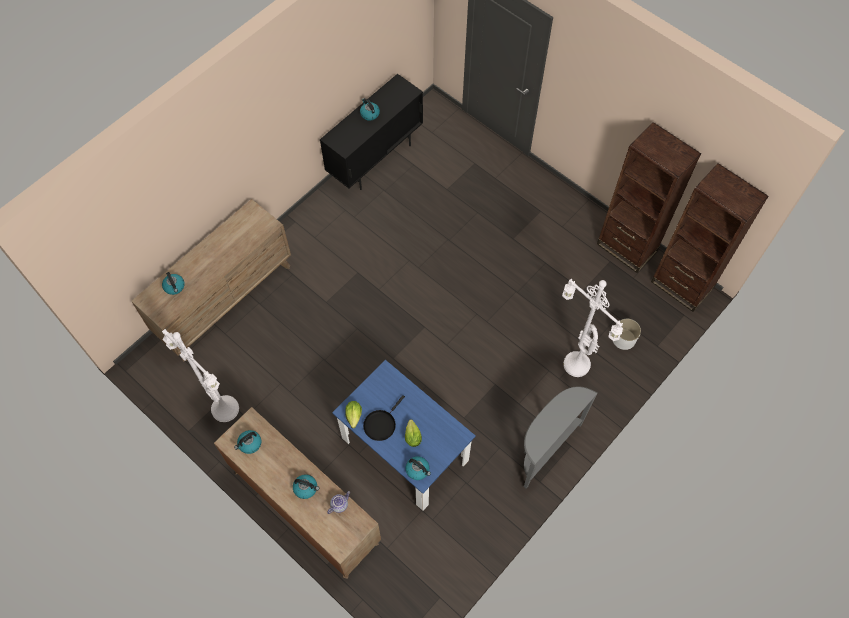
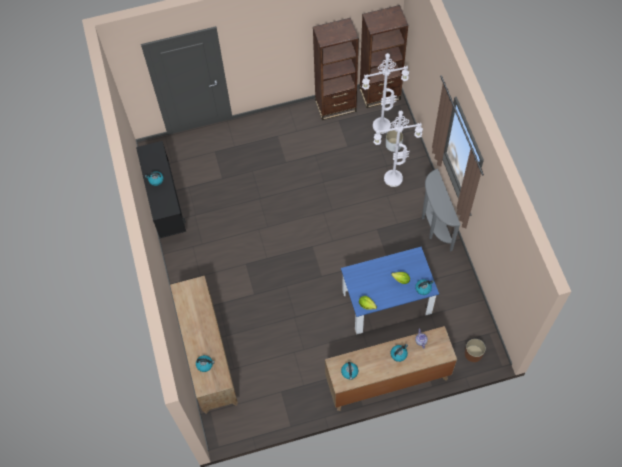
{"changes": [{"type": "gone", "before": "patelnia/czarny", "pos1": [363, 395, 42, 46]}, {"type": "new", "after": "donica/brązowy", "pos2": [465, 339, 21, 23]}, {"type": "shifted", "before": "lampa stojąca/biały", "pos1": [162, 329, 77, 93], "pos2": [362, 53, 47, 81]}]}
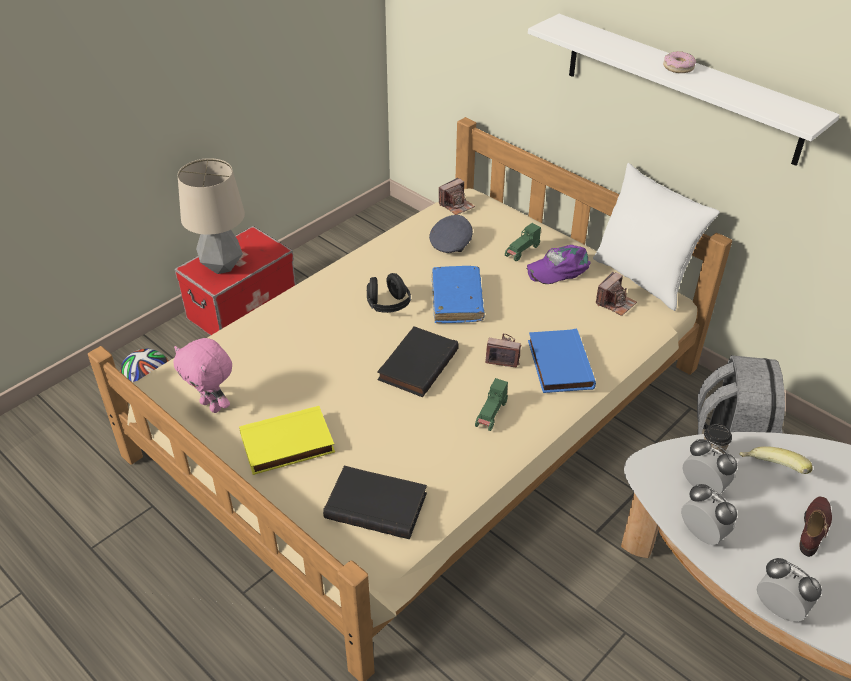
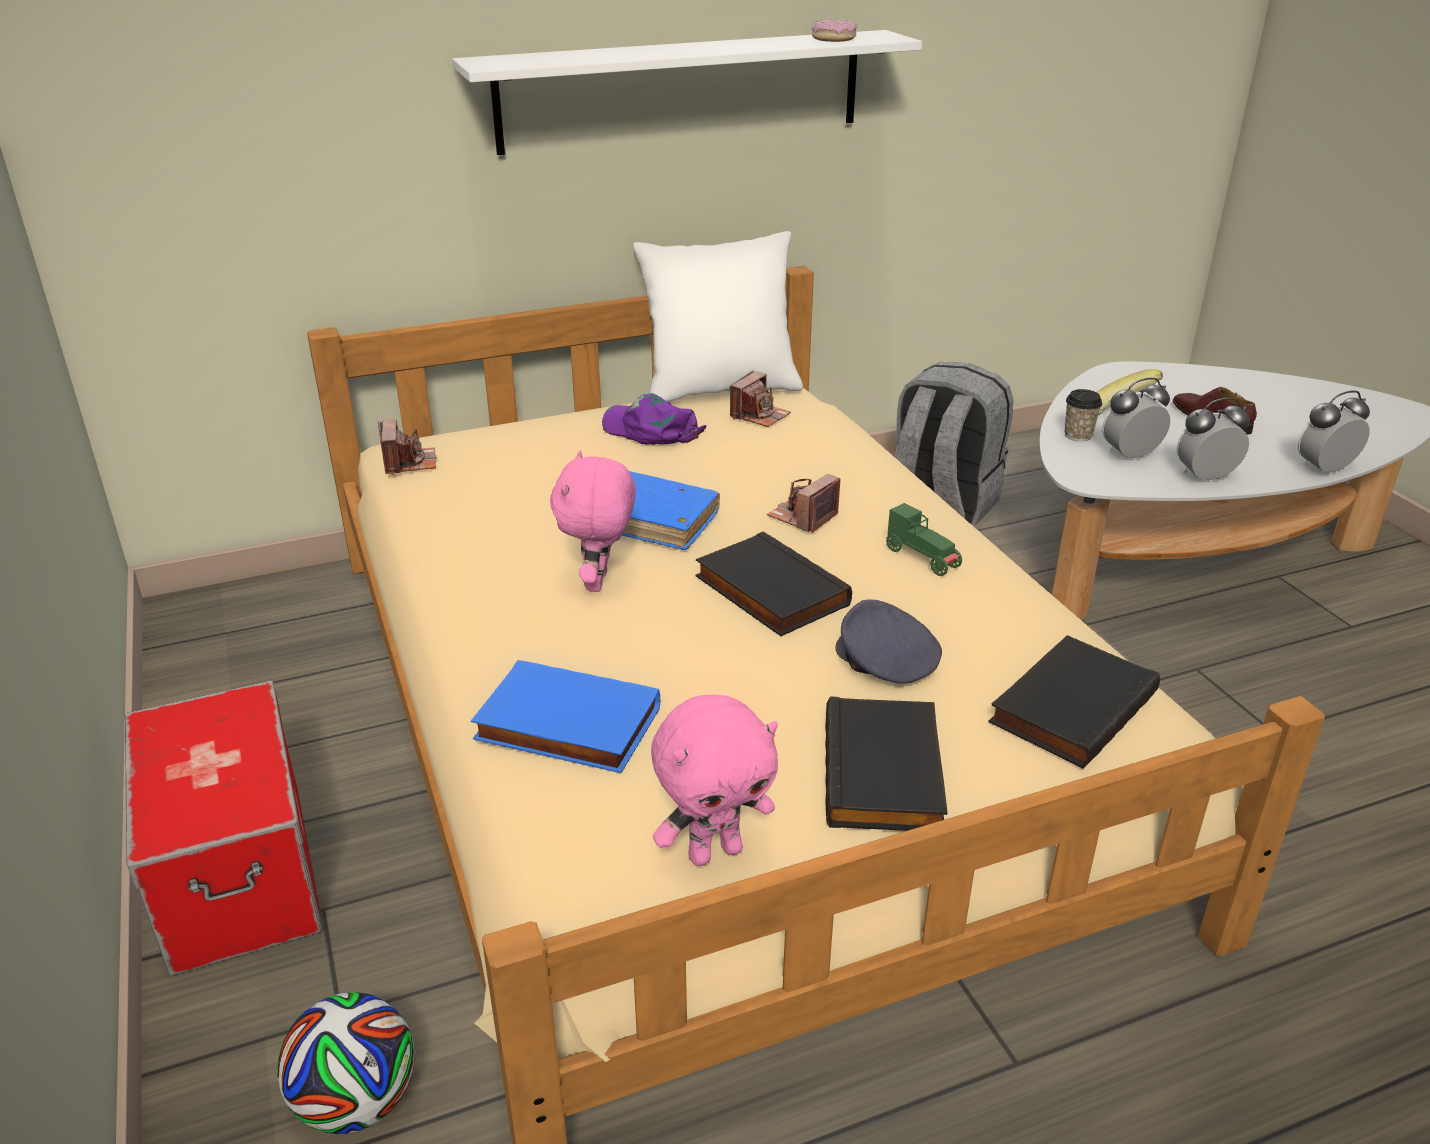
{"changes": [{"type": "gone", "before": "lampa stołowa", "pos1": [178, 158, 67, 116]}, {"type": "gone", "before": "samochodzik/zielony", "pos1": [505, 223, 36, 38]}, {"type": "shifted", "before": "czapka z daszkiem/szary", "pos1": [429, 215, 44, 38], "pos2": [835, 599, 107, 85]}, {"type": "shifted", "before": "książka/niebieski", "pos1": [528, 329, 68, 64], "pos2": [471, 660, 189, 113]}, {"type": "shifted", "before": "donut", "pos1": [663, 51, 33, 22], "pos2": [812, 19, 45, 23]}, {"type": "swapped", "before": "słuchawki/czarny", "after": "pluszak/różowy", "pos1": [367, 273, 44, 40], "pos2": [550, 450, 86, 142]}, {"type": "repainted", "before": "książka/żółty", "after": "książka/czarny", "pos1": [239, 406, 96, 69], "pos2": [825, 696, 123, 135]}, {"type": "rotated", "before": "czapka z daszkiem/fioletowy", "pos1": [527, 245, 64, 39], "pos2": [602, 393, 105, 52], "turn": 120}, {"type": "rotated", "before": "aparat fotograficzny", "pos1": [596, 272, 41, 44], "pos2": [730, 371, 61, 56], "turn": 60}]}
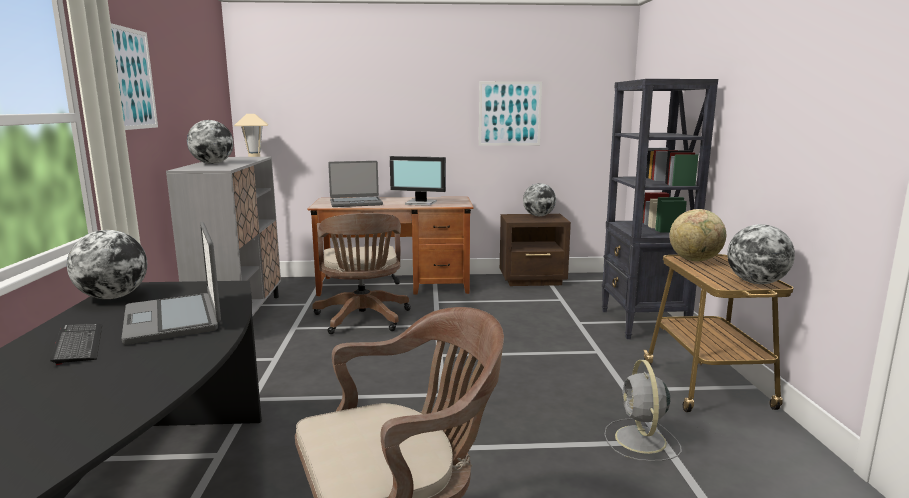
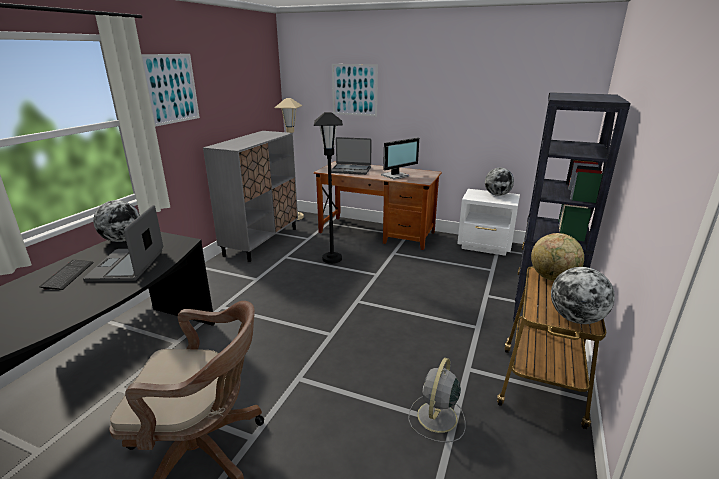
{"changes": [{"type": "gone", "before": "globus", "pos1": [187, 120, 47, 44]}, {"type": "shifted", "before": "obraz", "pos1": [479, 81, 63, 65], "pos2": [332, 64, 46, 52]}, {"type": "swapped", "before": "krzesło biurowe/brązowy", "after": "lampa stojąca/czarny", "pos1": [312, 213, 99, 121], "pos2": [314, 112, 29, 152]}, {"type": "repainted", "before": "szafka nocna/brązowy", "after": "szafka nocna/biały", "pos1": [500, 214, 71, 72], "pos2": [457, 189, 63, 67]}, {"type": "rotated", "before": "monitor", "pos1": [390, 156, 56, 50], "pos2": [381, 138, 38, 41], "turn": -75}]}
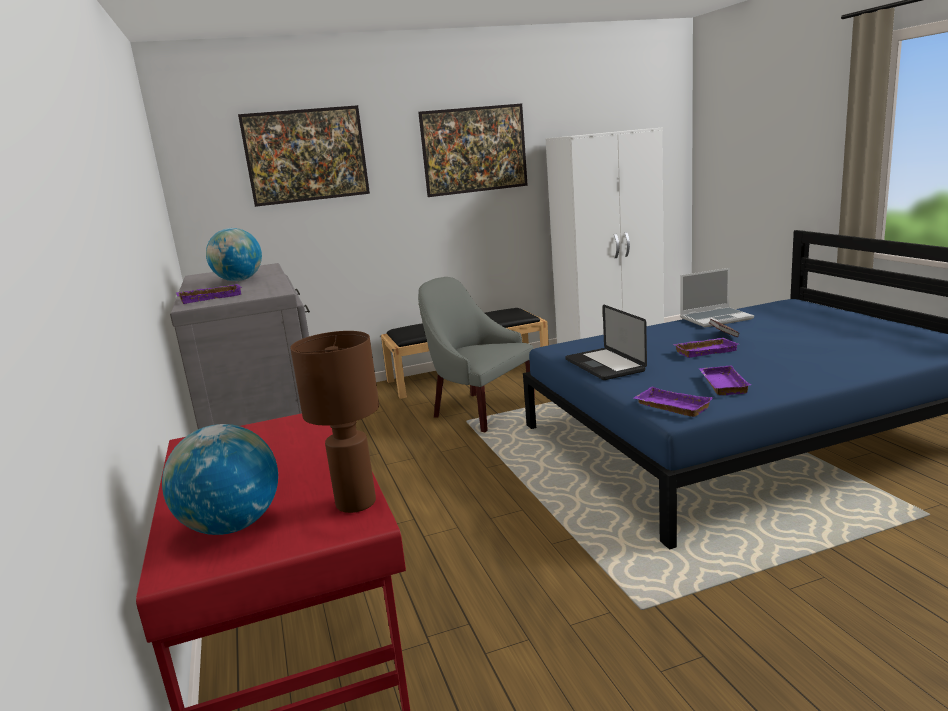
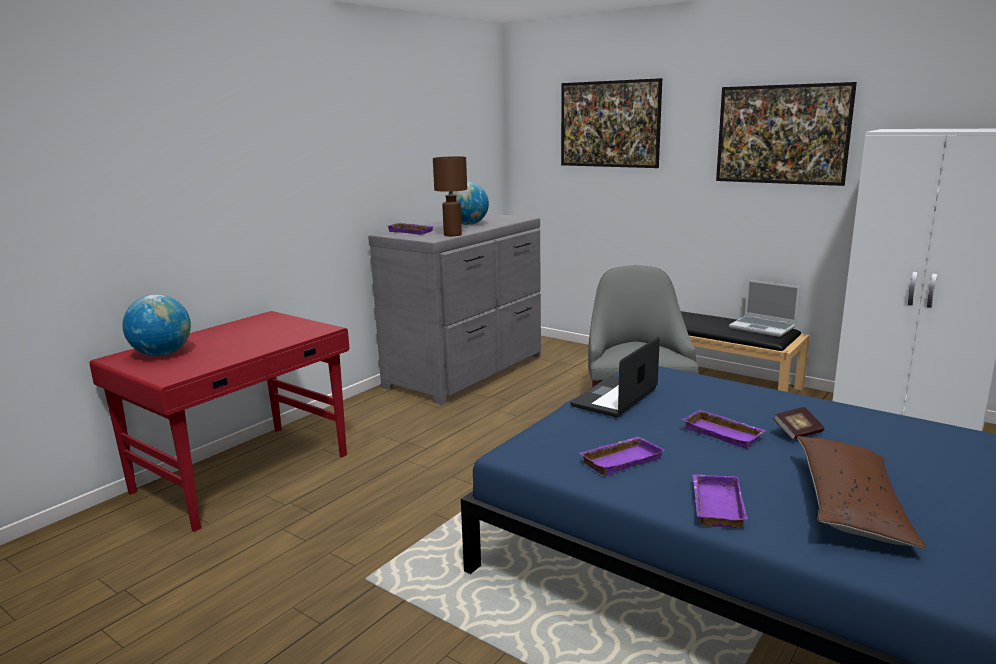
{"changes": [{"type": "new", "after": "poduszka/brązowy", "pos2": [797, 436, 130, 113]}, {"type": "shifted", "before": "lampa stołowa/brązowy", "pos1": [290, 331, 89, 182], "pos2": [433, 156, 34, 80]}, {"type": "shifted", "before": "taca/fioletowy", "pos1": [634, 387, 79, 30], "pos2": [693, 474, 55, 54]}, {"type": "shifted", "before": "laptop", "pos1": [680, 268, 74, 59], "pos2": [729, 280, 71, 57]}]}
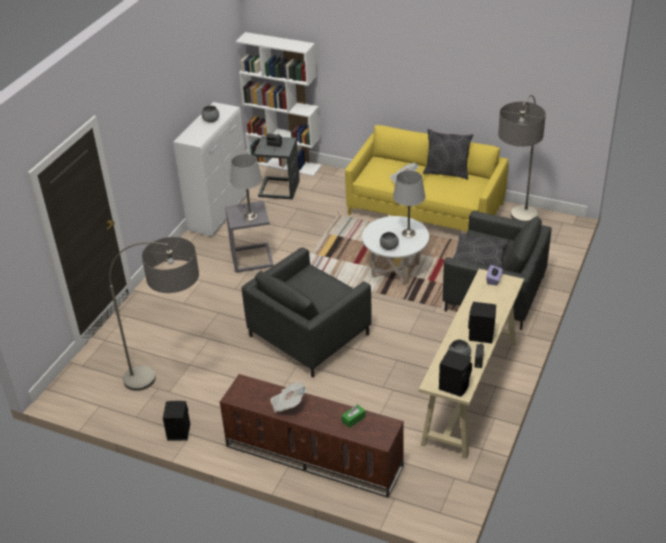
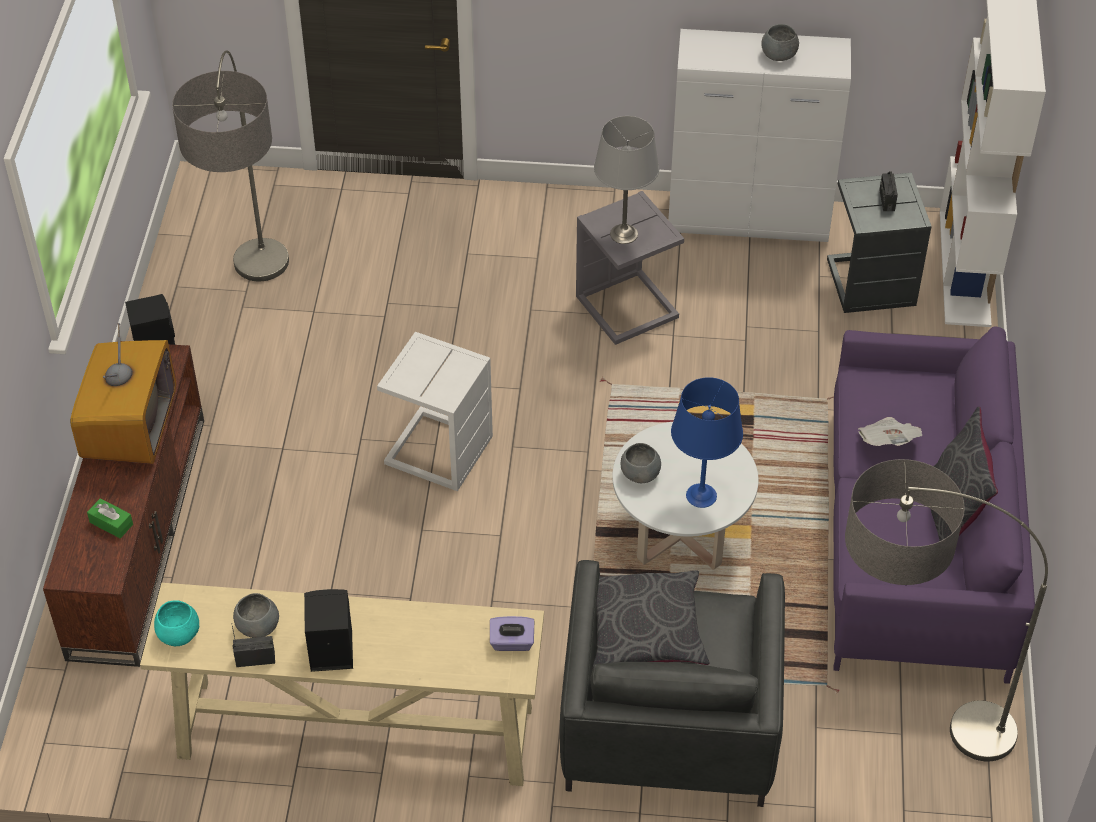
{"changes": [{"type": "swapped", "before": "fotel/szary", "after": "stolik/biały", "pos1": [241, 247, 130, 131], "pos2": [377, 332, 116, 159]}, {"type": "swapped", "before": "gazeta", "after": "telewizor", "pos1": [270, 382, 36, 31], "pos2": [70, 323, 106, 141]}, {"type": "swapped", "before": "głośnik/czarny", "after": "miska/turkusowy", "pos1": [439, 350, 33, 47], "pos2": [154, 600, 45, 46]}, {"type": "repainted", "before": "kanapa/żółty", "after": "kanapa/fioletowy", "pos1": [345, 125, 163, 107], "pos2": [834, 327, 201, 357]}, {"type": "repainted", "before": "lampa stołowa/szary", "after": "lampa stołowa/niebieski", "pos1": [393, 170, 32, 67], "pos2": [671, 377, 72, 131]}]}
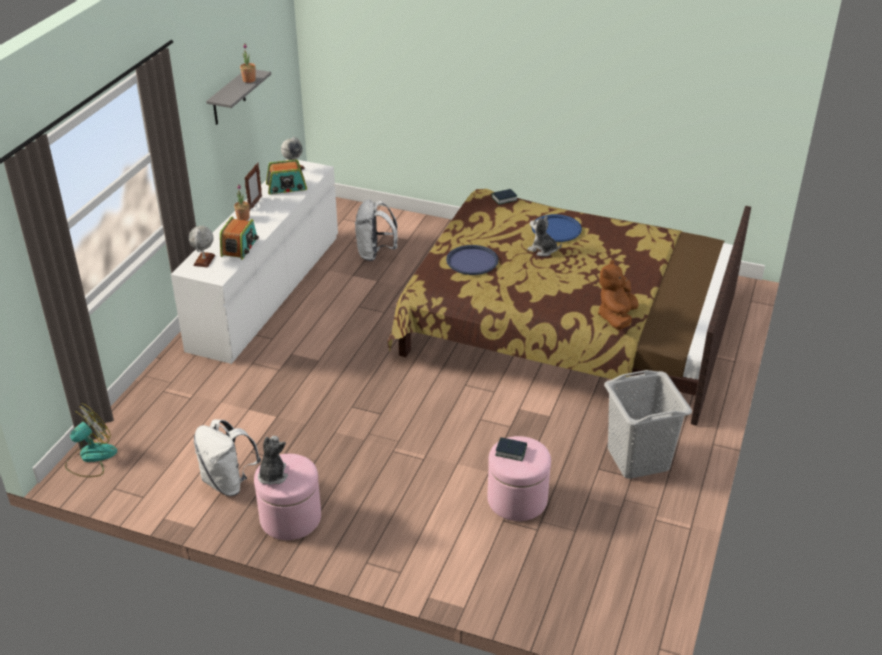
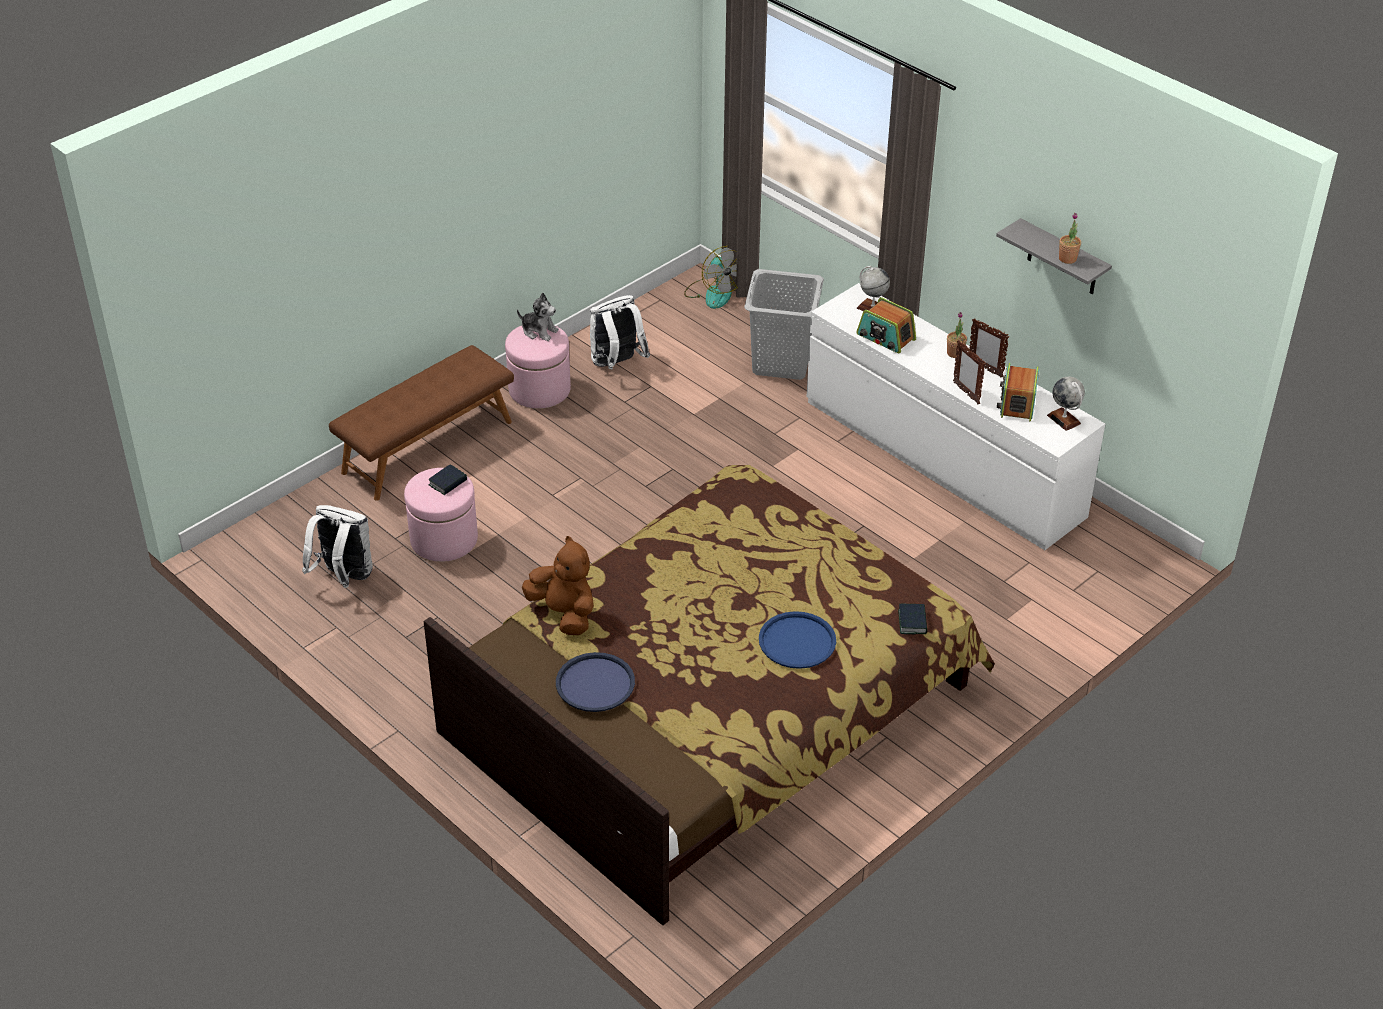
{"changes": [{"type": "gone", "before": "pluszak", "pos1": [527, 215, 35, 42]}, {"type": "new", "after": "ławka/brązowy", "pos2": [329, 345, 185, 156]}, {"type": "new", "after": "ramka na zdjęcie", "pos2": [953, 340, 32, 64]}, {"type": "shifted", "before": "plecak/biały", "pos1": [355, 200, 43, 61], "pos2": [302, 505, 71, 83]}, {"type": "shifted", "before": "taca/niebieski", "pos1": [446, 245, 53, 30], "pos2": [556, 652, 79, 60]}, {"type": "shifted", "before": "kosz na pranie/szary", "pos1": [604, 370, 88, 109], "pos2": [744, 269, 80, 111]}]}
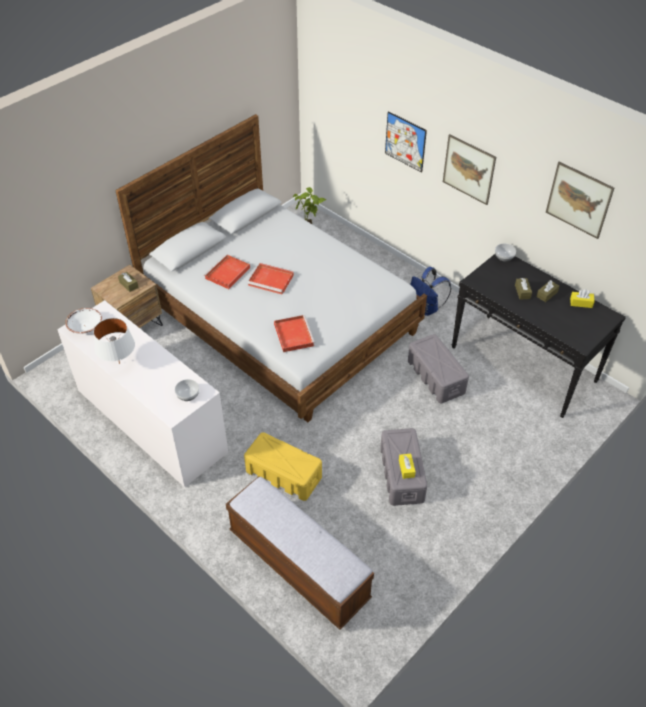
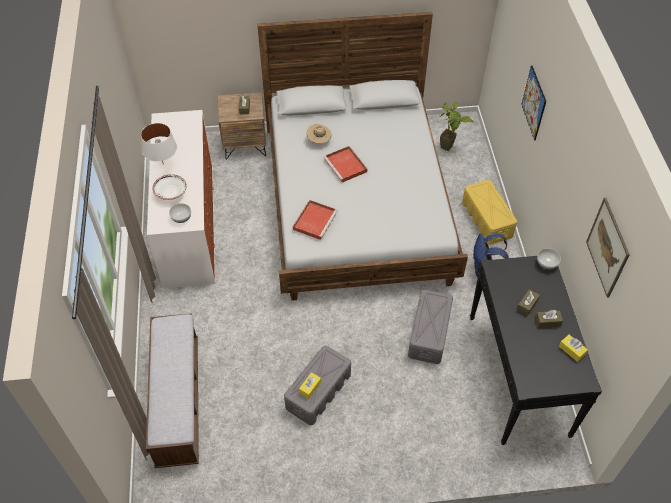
{"changes": [{"type": "gone", "before": "obraz", "pos1": [443, 134, 53, 71]}, {"type": "shifted", "before": "miska/biały", "pos1": [65, 308, 37, 26], "pos2": [152, 174, 35, 26]}, {"type": "shifted", "before": "pojemnik do przechowywania/żółty", "pos1": [244, 432, 78, 69], "pos2": [462, 180, 55, 65]}, {"type": "swapped", "before": "taca/czerwony", "after": "kapelusz/beżowy", "pos1": [204, 254, 46, 35], "pos2": [307, 124, 24, 20]}]}
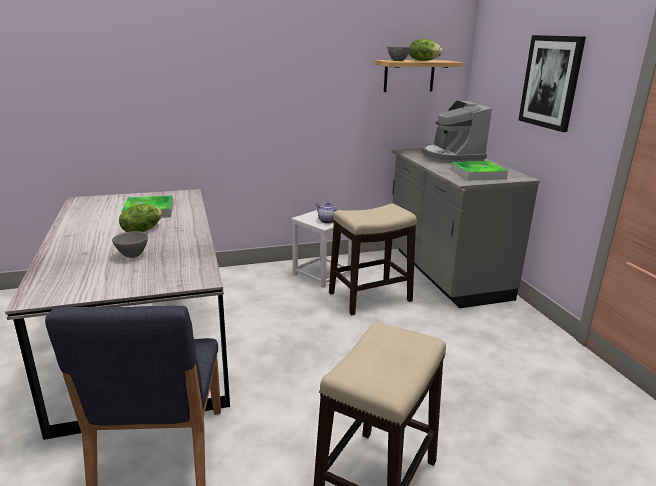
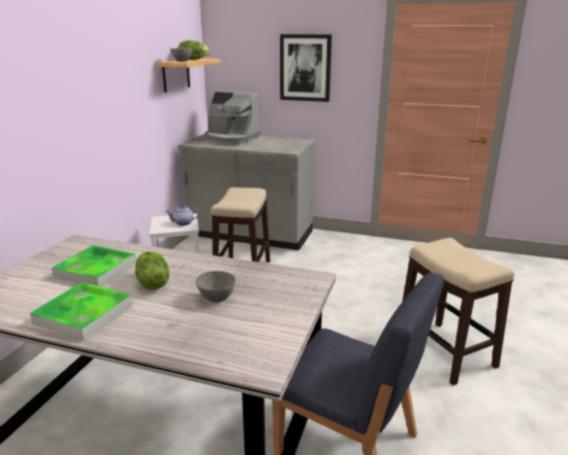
{"changes": [{"type": "shifted", "before": "taca", "pos1": [451, 161, 57, 19], "pos2": [30, 282, 103, 59]}]}
